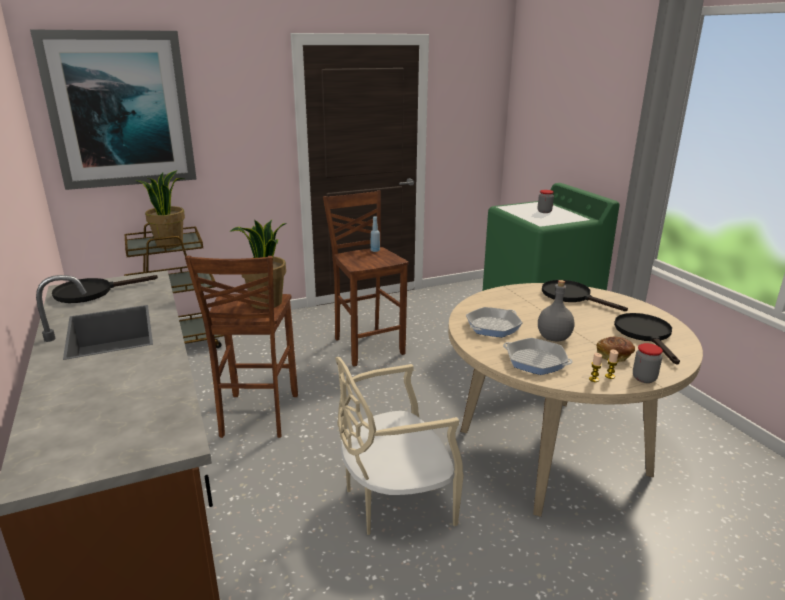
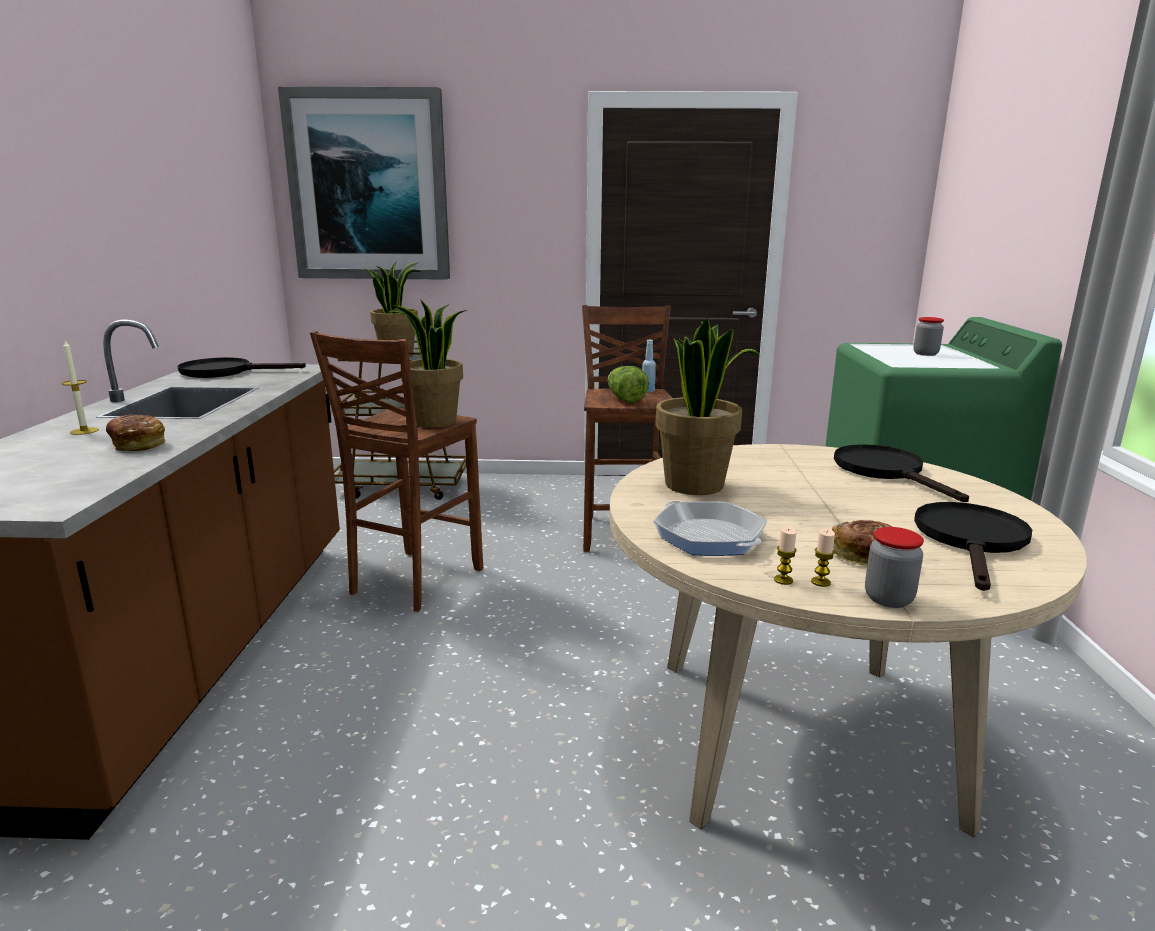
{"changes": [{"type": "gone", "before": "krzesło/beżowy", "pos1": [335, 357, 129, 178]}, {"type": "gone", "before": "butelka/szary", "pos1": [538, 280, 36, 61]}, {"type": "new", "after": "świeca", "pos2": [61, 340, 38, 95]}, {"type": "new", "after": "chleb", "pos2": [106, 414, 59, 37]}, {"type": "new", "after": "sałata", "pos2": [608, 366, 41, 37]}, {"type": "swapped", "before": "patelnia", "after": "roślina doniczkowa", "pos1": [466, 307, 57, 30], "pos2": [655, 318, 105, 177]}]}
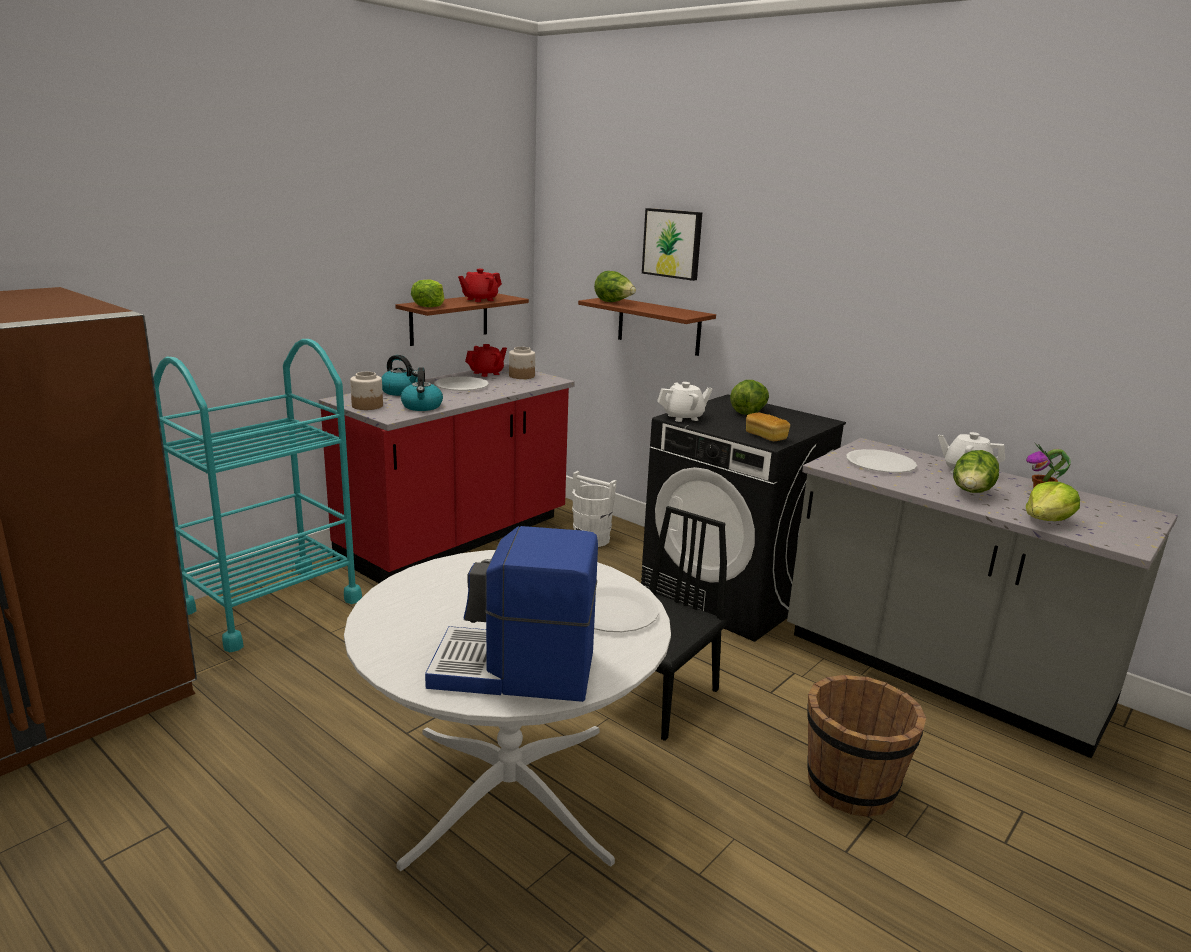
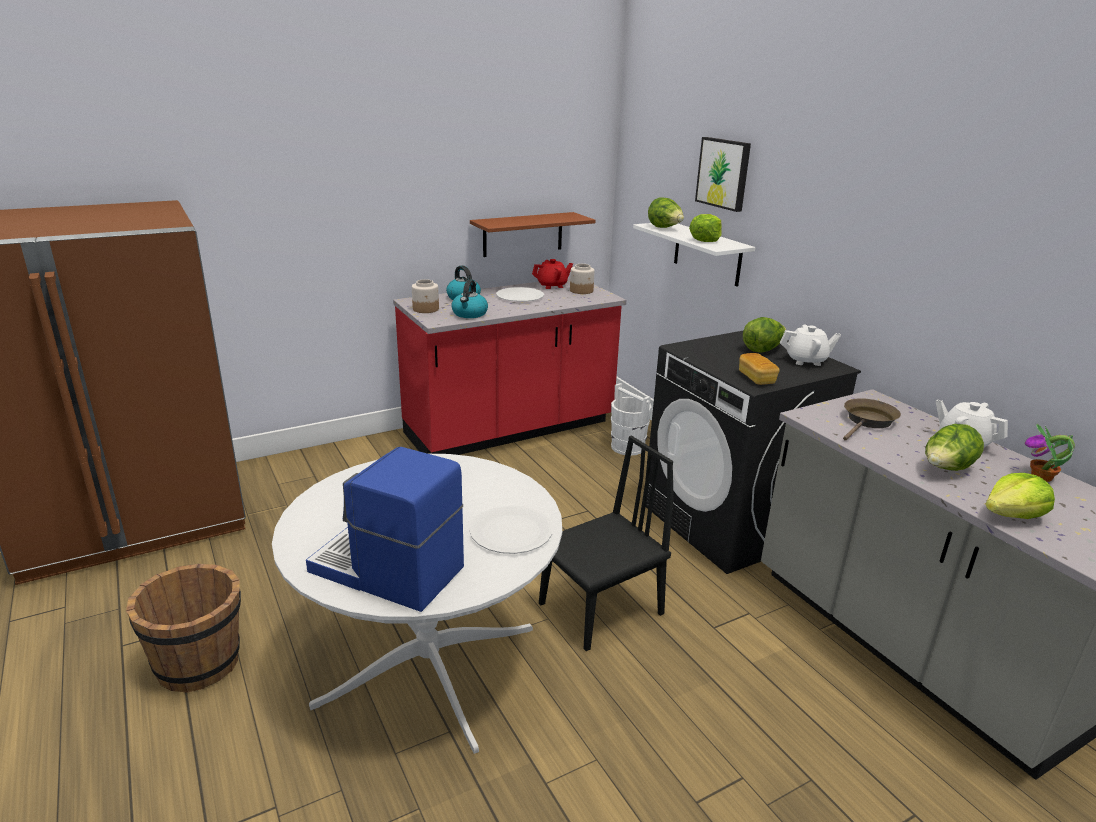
{"changes": [{"type": "gone", "before": "wózek/turkusowy", "pos1": [153, 339, 209, 313]}, {"type": "gone", "before": "imbryk/czerwony", "pos1": [458, 269, 44, 33]}, {"type": "shifted", "before": "sałata", "pos1": [411, 279, 33, 28], "pos2": [689, 214, 33, 28]}, {"type": "shifted", "before": "imbryk/biały", "pos1": [657, 382, 56, 40], "pos2": [780, 324, 61, 42]}, {"type": "shifted", "before": "wiadro/brązowy", "pos1": [807, 675, 119, 142], "pos2": [126, 564, 115, 129]}, {"type": "swapped", "before": "talerz/biały", "after": "patelnia/brązowy", "pos1": [846, 449, 71, 24], "pos2": [843, 398, 58, 43]}, {"type": "repainted", "before": "półka/brązowy", "after": "półka/biały", "pos1": [578, 298, 138, 58], "pos2": [633, 223, 122, 63]}]}
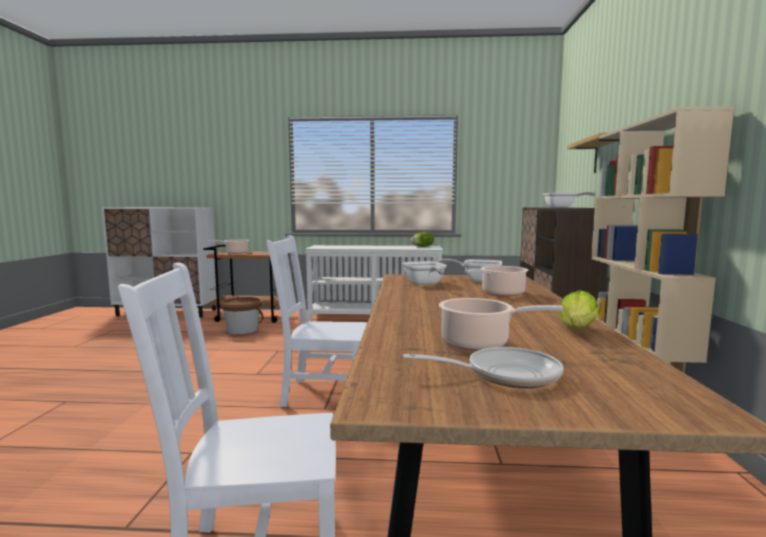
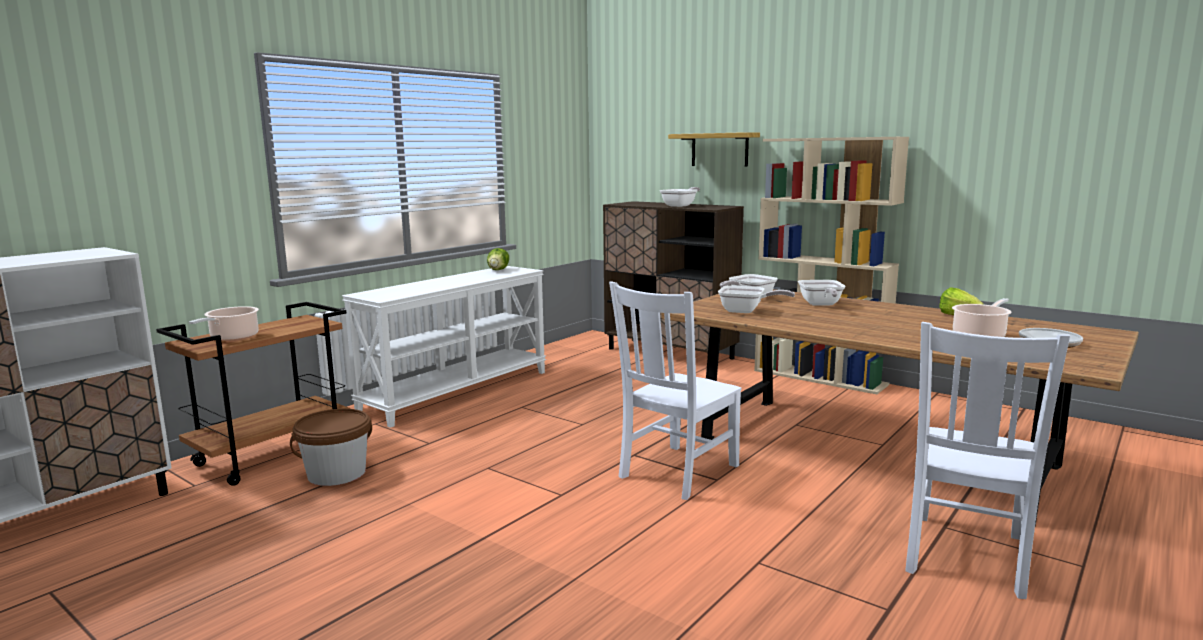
{"changes": [{"type": "swapped", "before": "garnek", "after": "patelnia", "pos1": [465, 266, 63, 30], "pos2": [798, 280, 47, 26]}]}
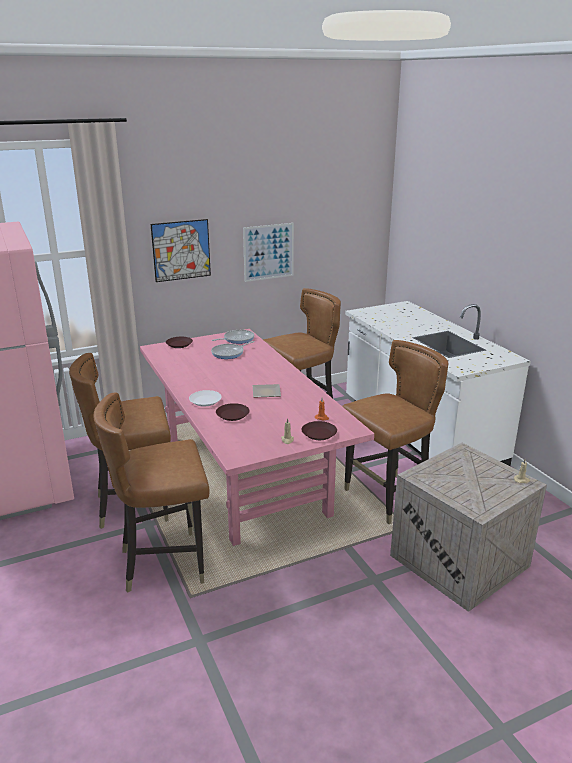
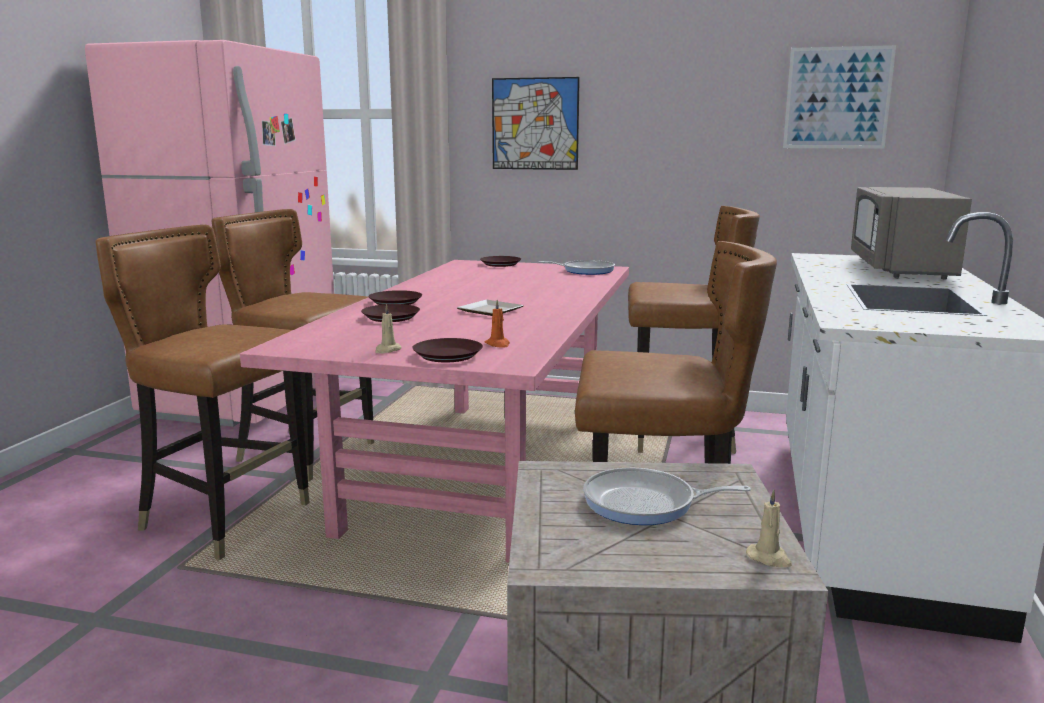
{"changes": [{"type": "new", "after": "mikrofalówka/szary", "pos2": [851, 187, 121, 92]}, {"type": "shifted", "before": "patelnia", "pos1": [211, 341, 43, 18], "pos2": [583, 468, 168, 57]}, {"type": "shifted", "before": "obraz", "pos1": [243, 223, 51, 59], "pos2": [783, 45, 113, 104]}, {"type": "repainted", "before": "talerz/biały", "after": "talerz/brązowy", "pos1": [189, 390, 33, 17], "pos2": [368, 290, 54, 15]}]}
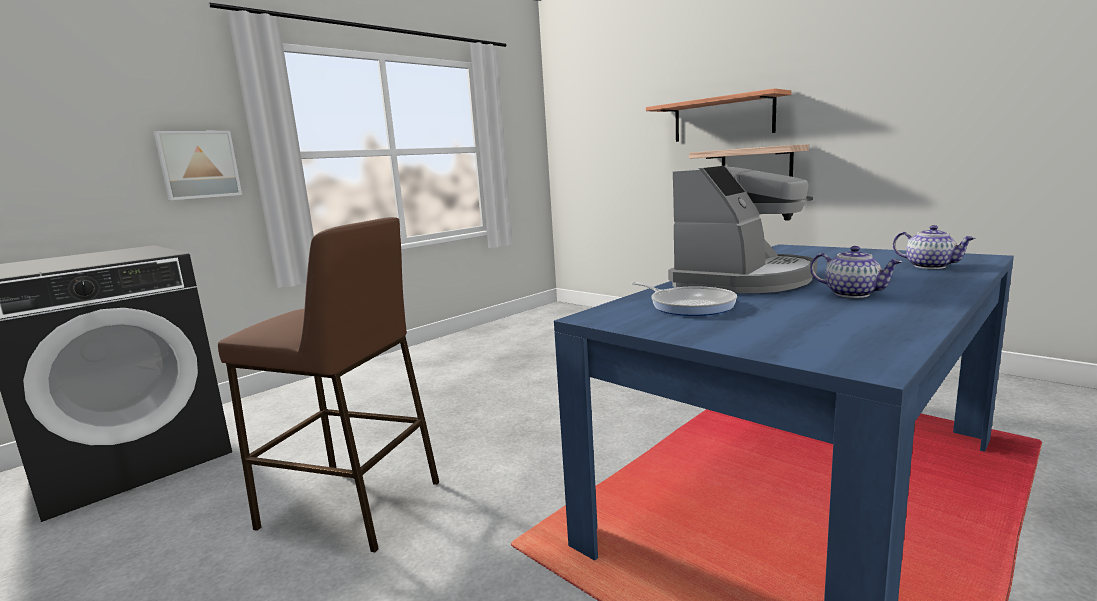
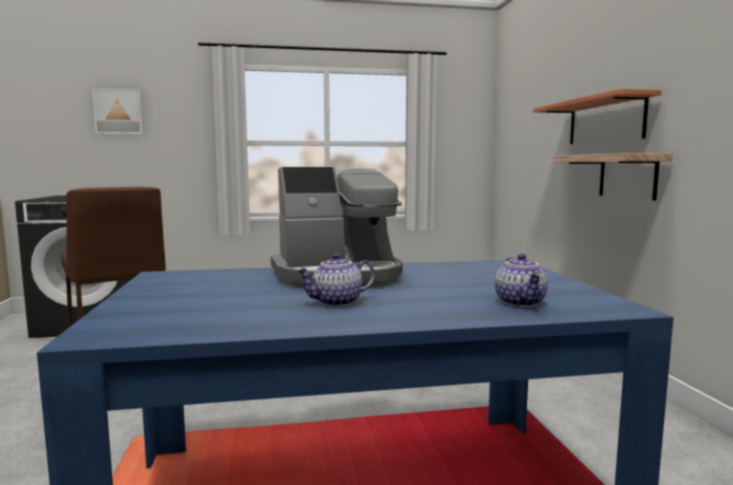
{"changes": [{"type": "gone", "before": "patelnia", "pos1": [631, 282, 106, 34]}, {"type": "shifted", "before": "obraz", "pos1": [154, 131, 88, 69], "pos2": [92, 88, 52, 46]}, {"type": "rotated", "before": "imbryk", "pos1": [810, 246, 92, 52], "pos2": [296, 253, 79, 54], "turn": 75}]}
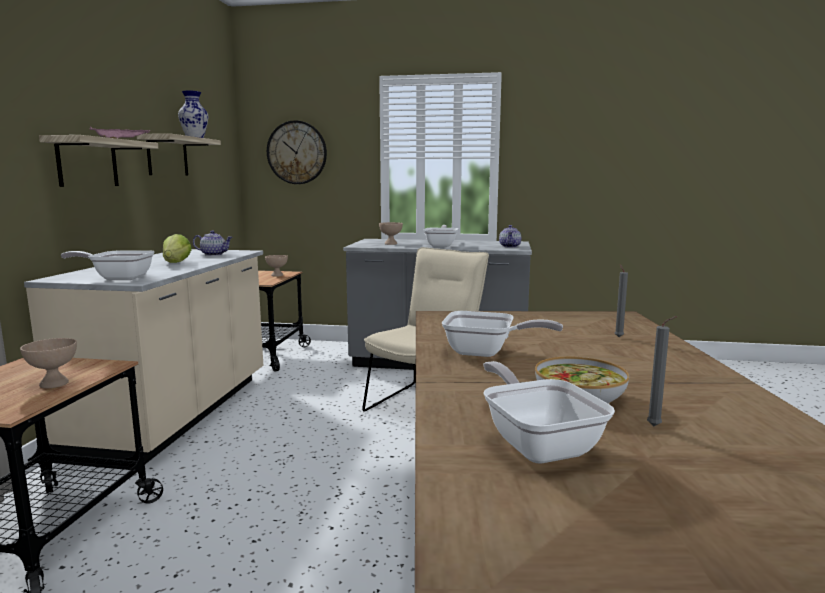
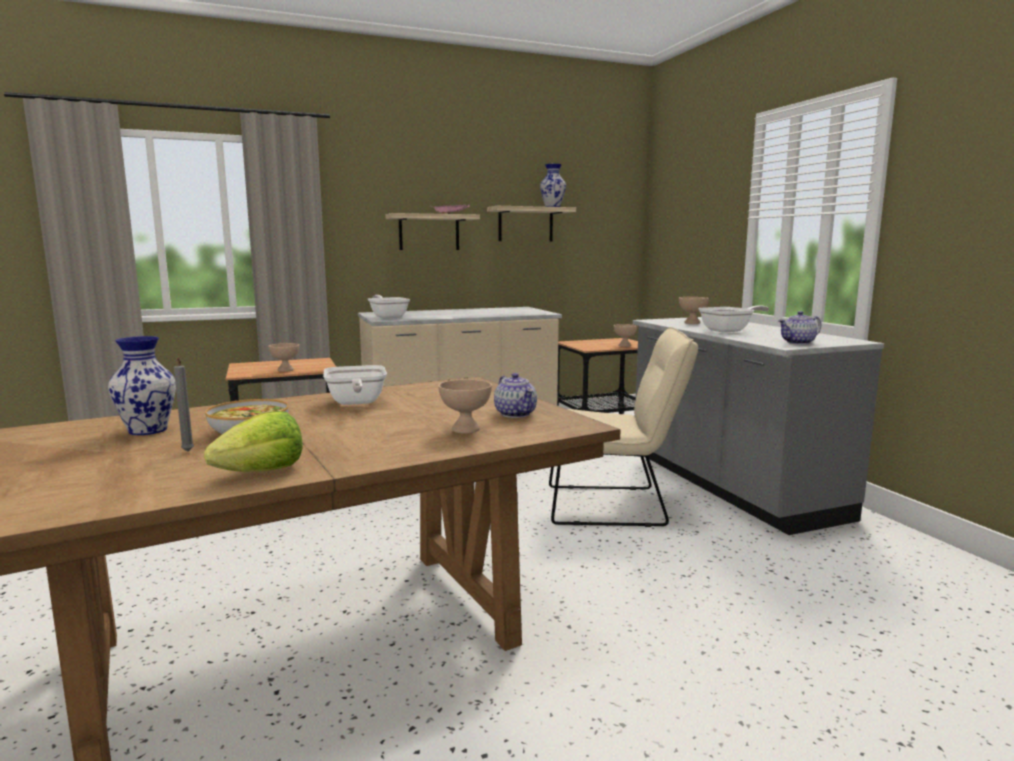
{"changes": [{"type": "gone", "before": "zegar ścienny", "pos1": [267, 120, 60, 64]}, {"type": "shifted", "before": "sałata", "pos1": [163, 234, 29, 29], "pos2": [204, 411, 99, 61]}, {"type": "shifted", "before": "imbryk", "pos1": [193, 230, 40, 26], "pos2": [494, 373, 43, 45]}, {"type": "swapped", "before": "patelnia", "after": "wazon", "pos1": [483, 361, 132, 102], "pos2": [108, 336, 68, 99]}, {"type": "swapped", "before": "świeca/szary", "after": "miska/beżowy", "pos1": [615, 264, 13, 73], "pos2": [438, 379, 54, 55]}]}
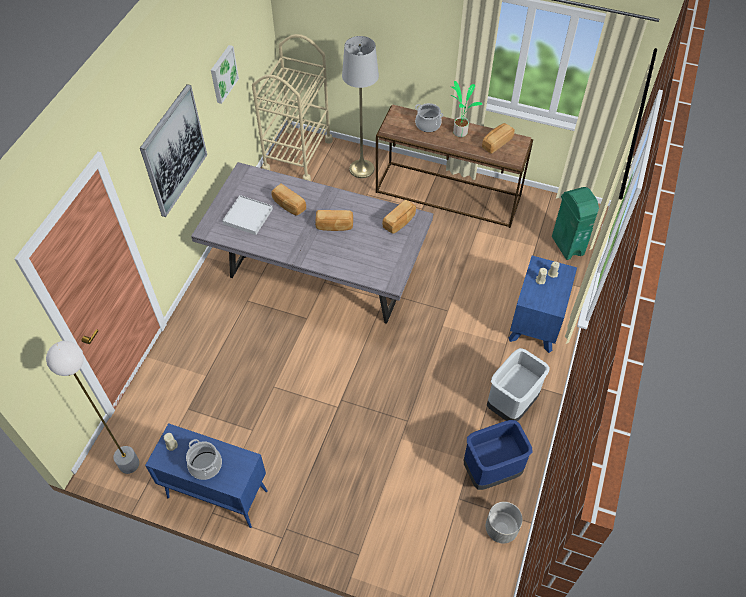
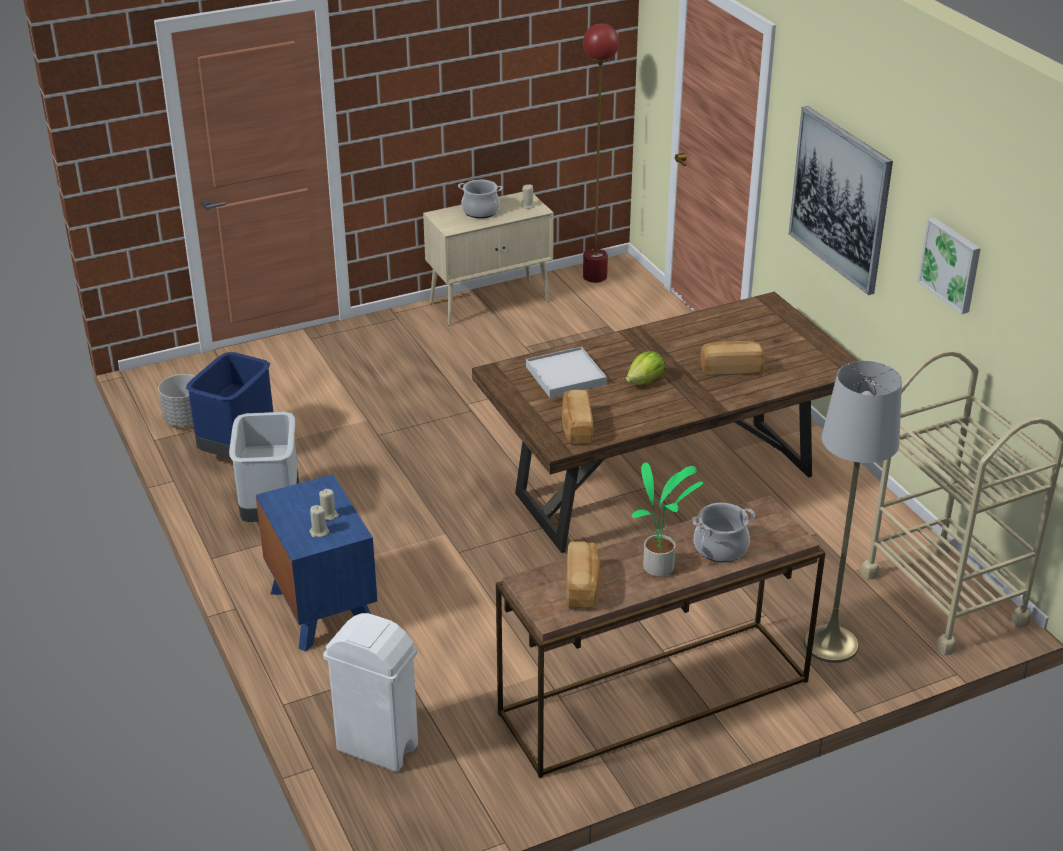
{"changes": [{"type": "shifted", "before": "taca/biały", "pos1": [222, 195, 51, 40], "pos2": [526, 347, 81, 51]}, {"type": "swapped", "before": "chleb", "after": "sałata", "pos1": [315, 210, 38, 21], "pos2": [626, 351, 38, 34]}, {"type": "repainted", "before": "lampa stojąca/biały", "after": "lampa stojąca/czerwony", "pos1": [46, 341, 94, 133], "pos2": [583, 23, 36, 260]}, {"type": "repainted", "before": "szafka/niebieski", "after": "szafka/beżowy", "pos1": [145, 423, 123, 105], "pos2": [423, 192, 131, 134]}, {"type": "repainted", "before": "stół jadalny/szary", "after": "stół jadalny/brązowy", "pos1": [191, 162, 242, 162], "pos2": [472, 292, 386, 261]}, {"type": "repainted", "before": "kosz na śmieci/zielony", "after": "kosz na śmieci/biały", "pos1": [552, 187, 47, 73], "pos2": [323, 613, 95, 159]}]}
